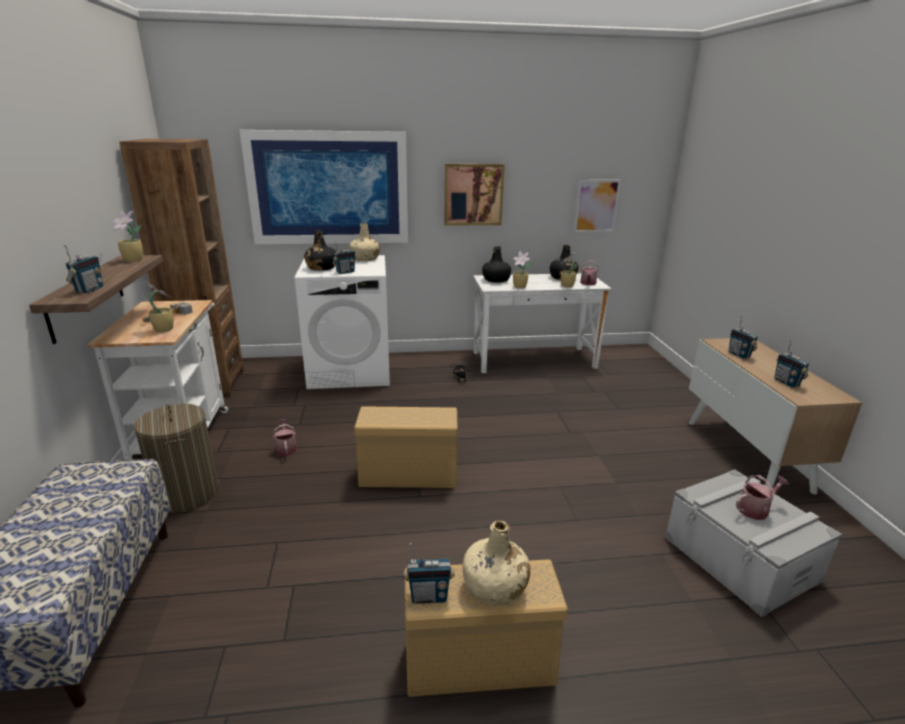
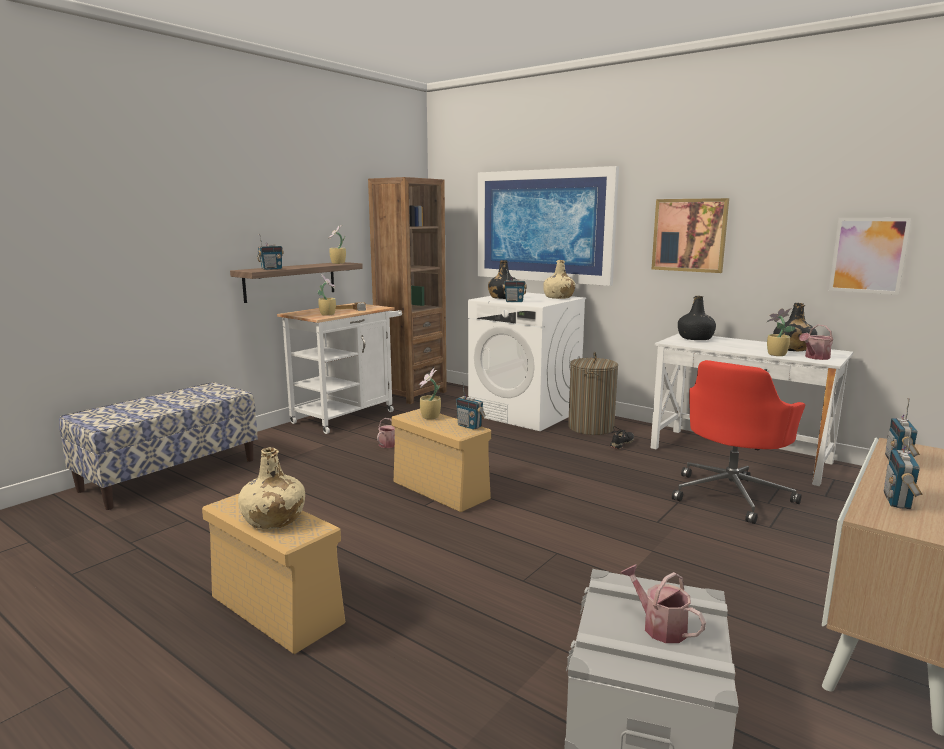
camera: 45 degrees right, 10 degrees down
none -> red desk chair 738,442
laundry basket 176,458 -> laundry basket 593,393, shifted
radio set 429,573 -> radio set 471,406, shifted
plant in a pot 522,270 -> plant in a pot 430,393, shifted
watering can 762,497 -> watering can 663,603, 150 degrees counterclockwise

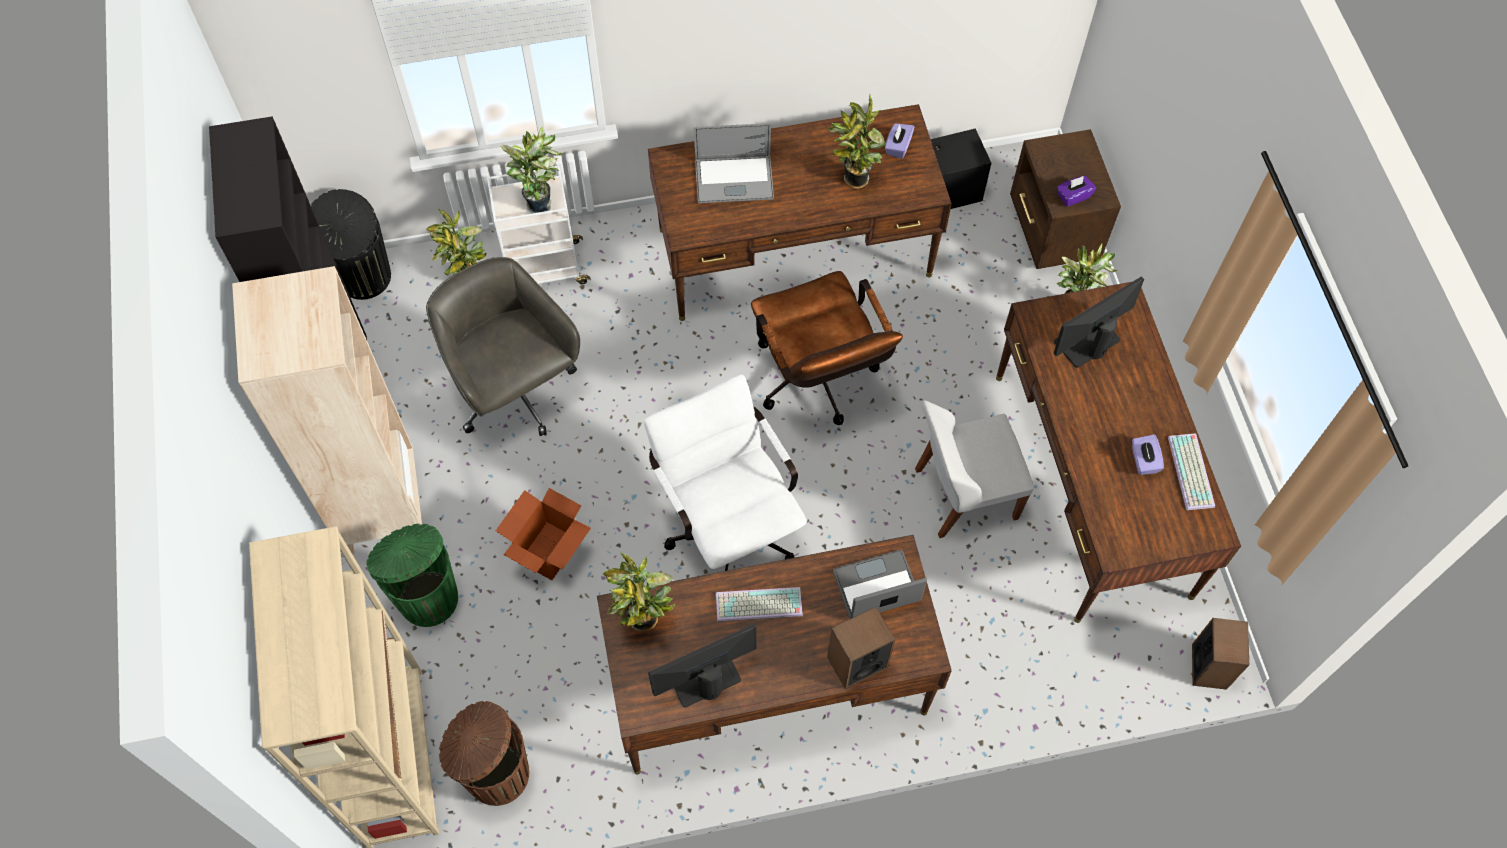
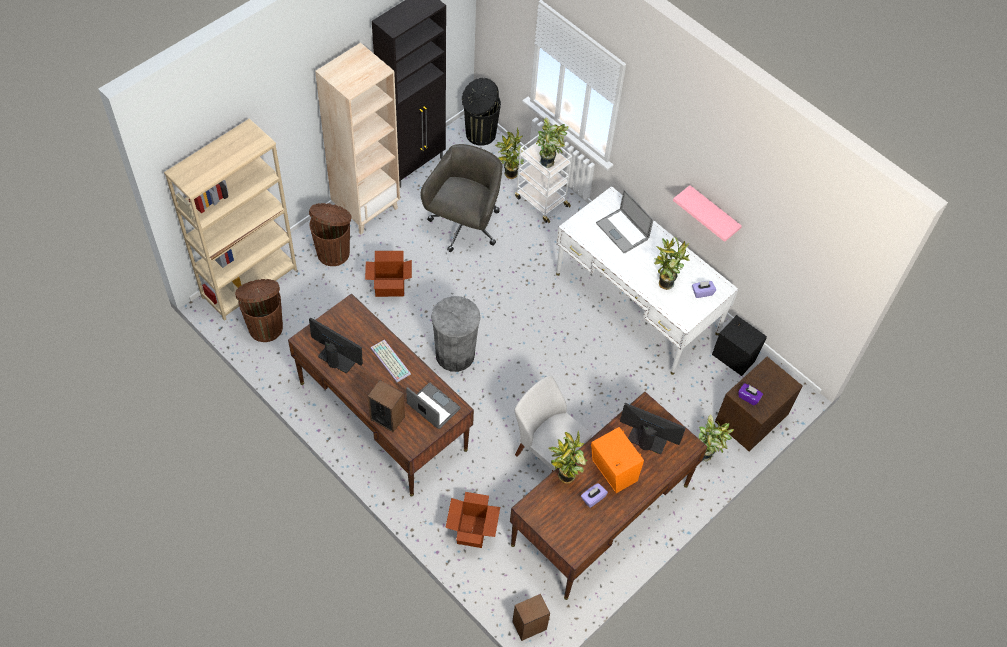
camera: 55 degrees right, 5 degrees down
brown-coloured desk chair 827,348 -> none
computer keyboard 1191,471 -> none
none -> packing box 472,520
none -> orangey audio speaker 617,460
none -> pink shelf 707,213
plant in a pot 639,592 -> plant in a pot 568,457, shifted
whitish desk chair 725,472 -> grey trash can 456,334
green trash can 412,575 -> brown-coloured trash can 330,234
brown-coloured desk unit 800,212 -> whitish desk unit 647,280

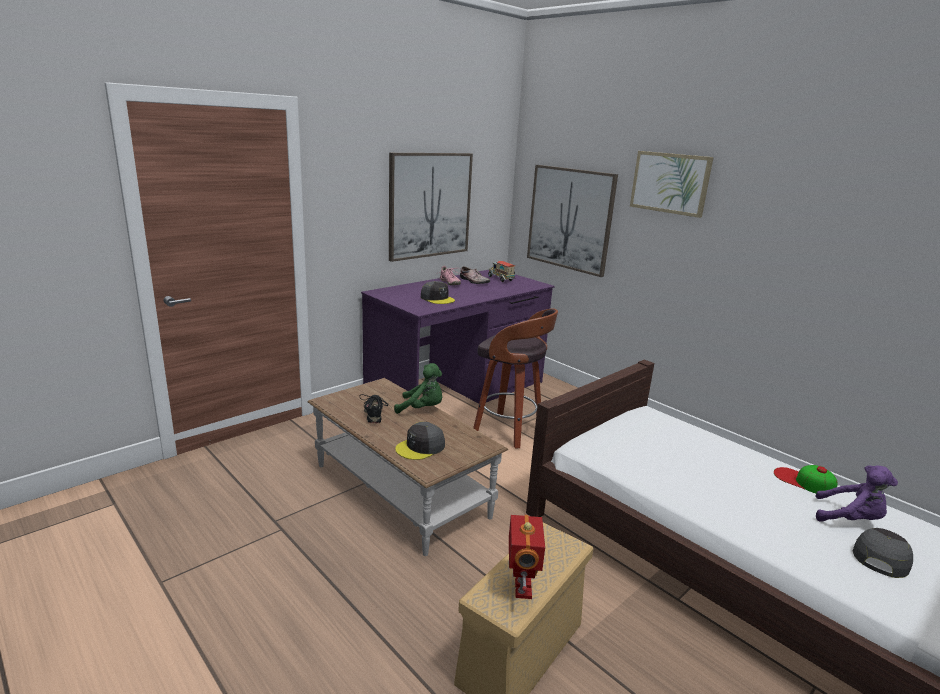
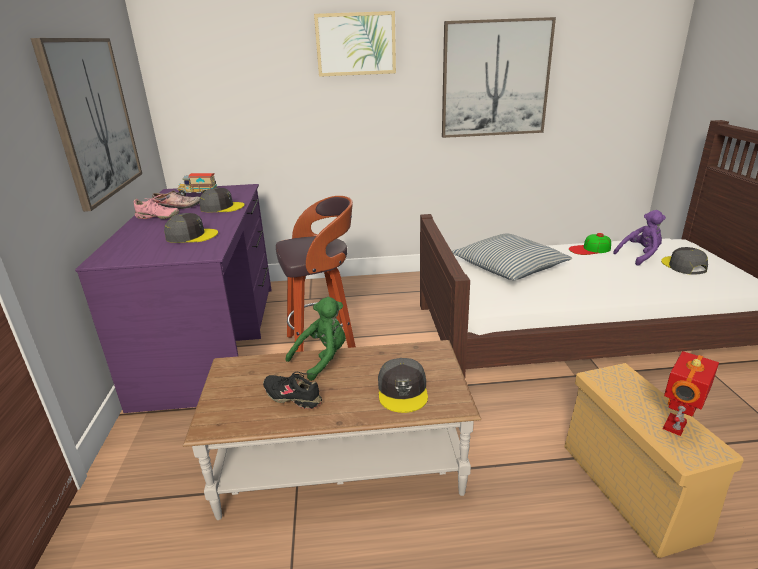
camera: 50 degrees left, 5 degrees up
none -> grey peaked cap 222,200
none -> cushion 512,257
wall art 572,221 -> wall art 499,77, shifted
robot figure 527,557 -> robot figure 691,393, 90 degrees counterclockwise

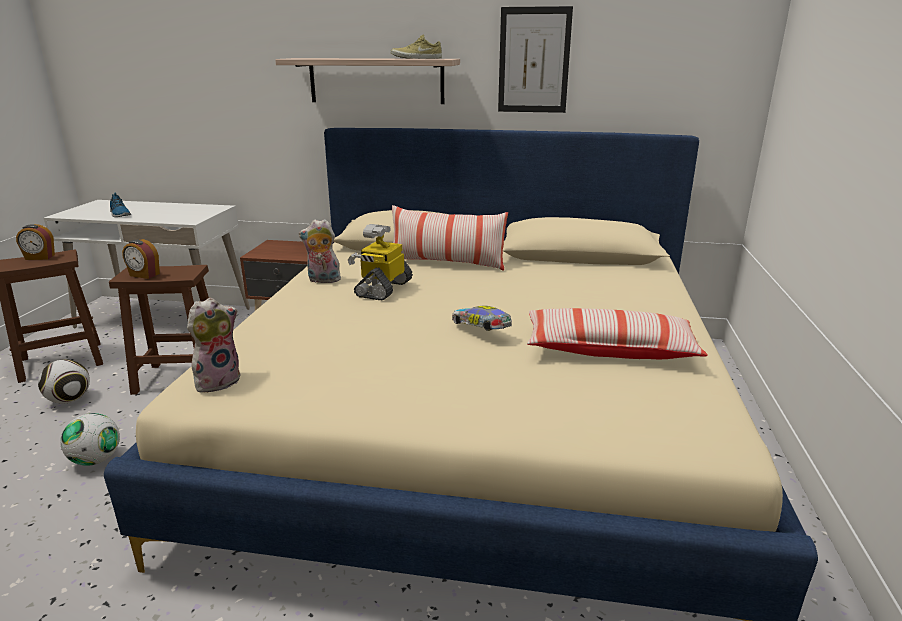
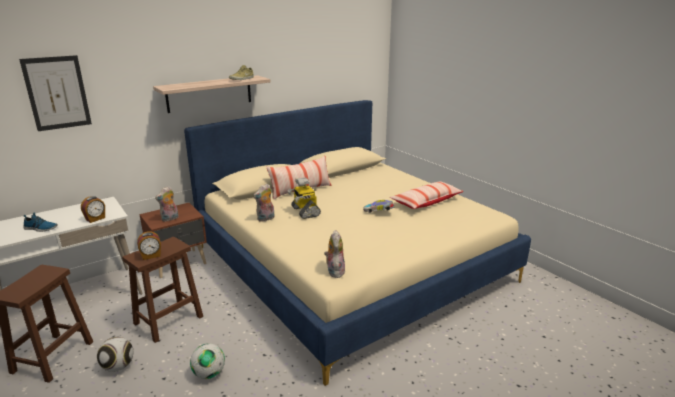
camera: 45 degrees left, 0 degrees up
none -> soft toy 166,204
alarm clock 35,242 -> alarm clock 93,209, shifted
wall art 535,59 -> wall art 55,93, shifted

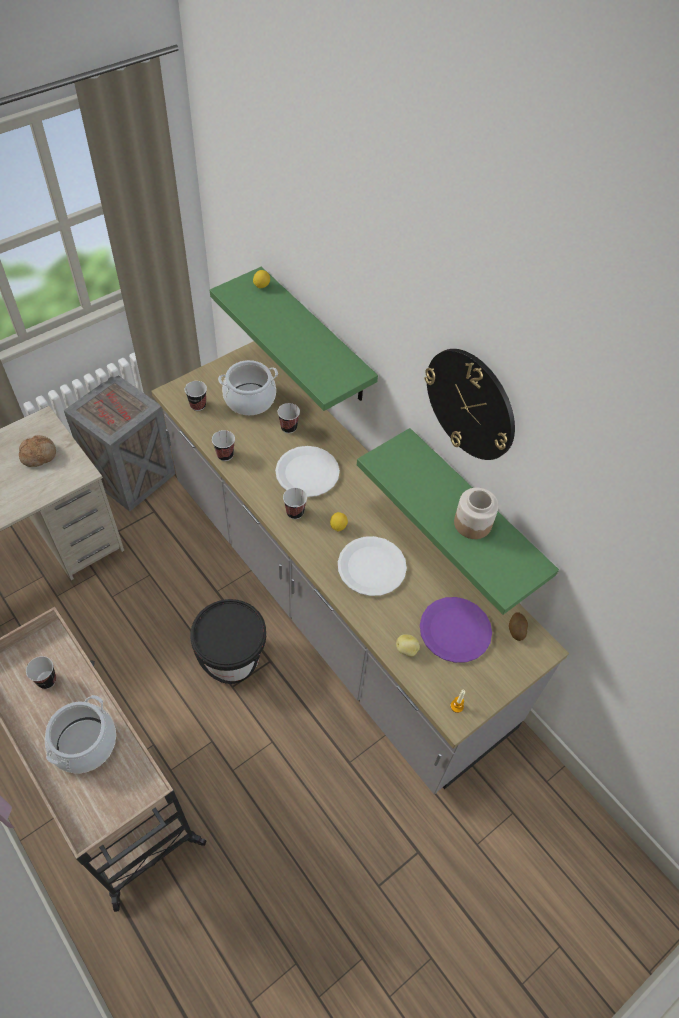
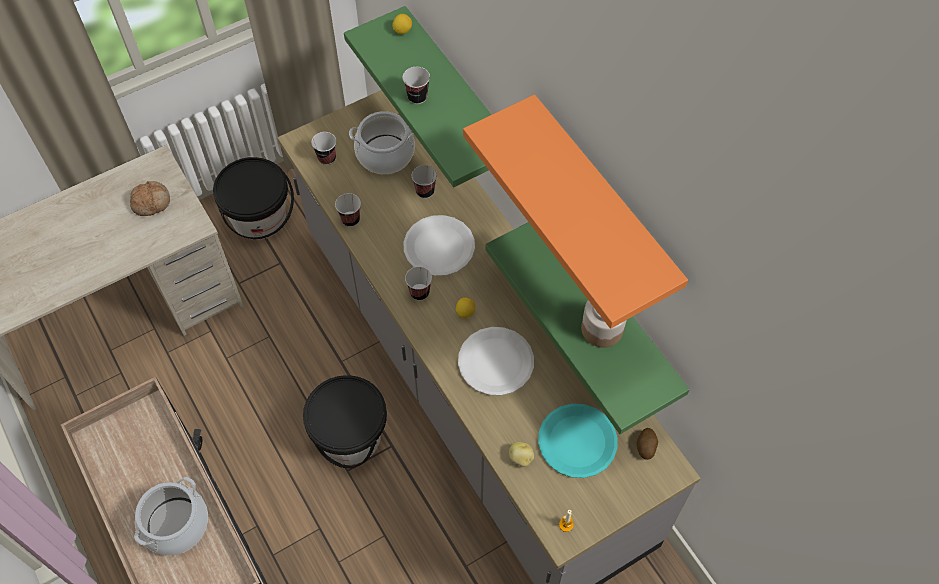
camera: 10 degrees right, 5 degrees up
cup 41,672 -> cup 416,85, shifted
packing crate 120,443 -> blackish pail 253,198
hanging clock 469,404 -> orangey shelf 575,211
purple dinner plate 456,630 -> turquoise-coloured dinner plate 578,440

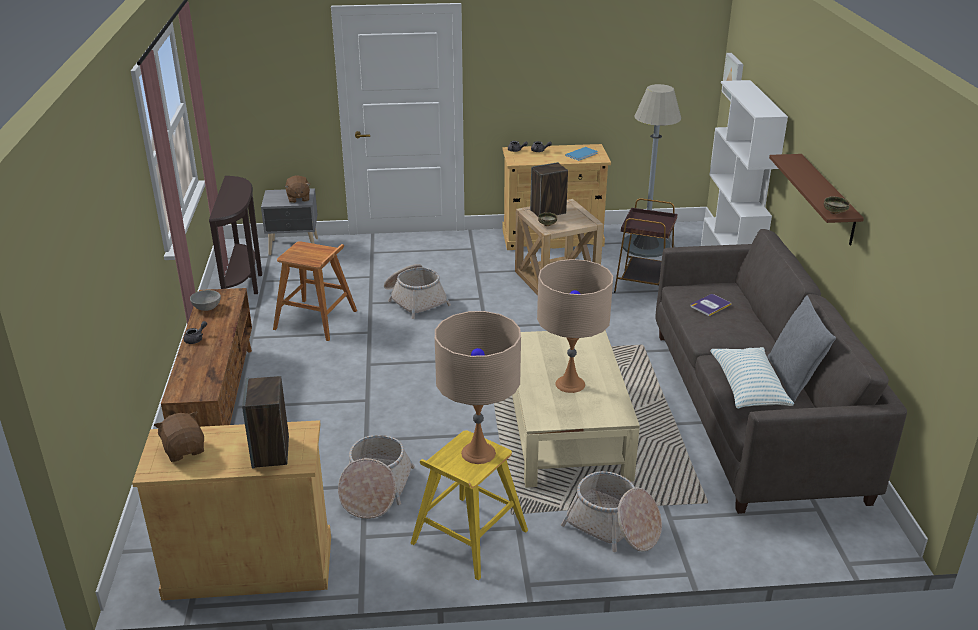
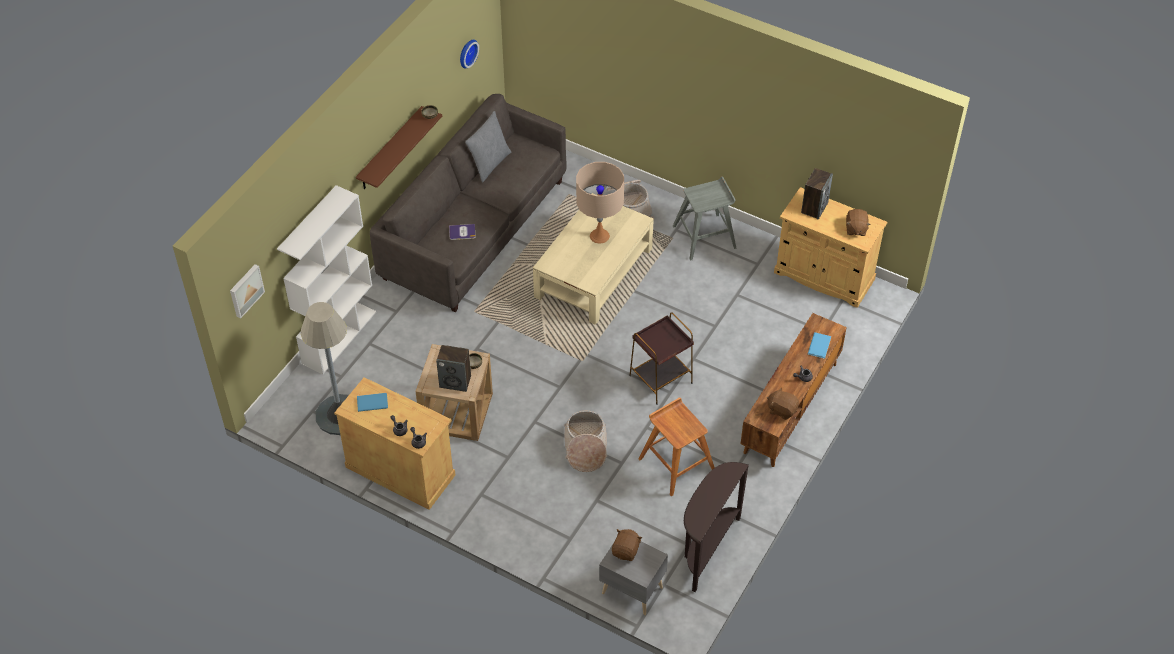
camera: 145 degrees left, 20 degrees up
storage basket 376,477 -> none
sand-coloured lamp for a table 478,387 -> none
cushion 752,378 -> none
none -> hanging clock 469,54
none -> bluish book 819,345
brown-coloured accent table 645,245 -> brown-coloured accent table 661,358, shifted
grey serving bowl 205,300 -> brown-coloured soft toy 783,404
yellow sitting stool 469,505 -> grey sitting stool 705,218

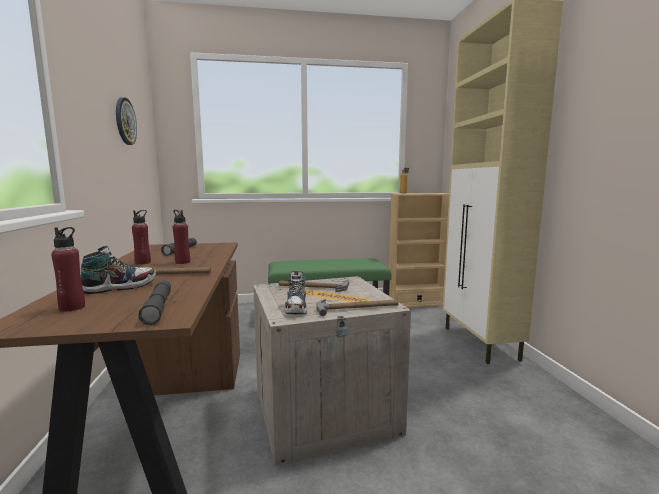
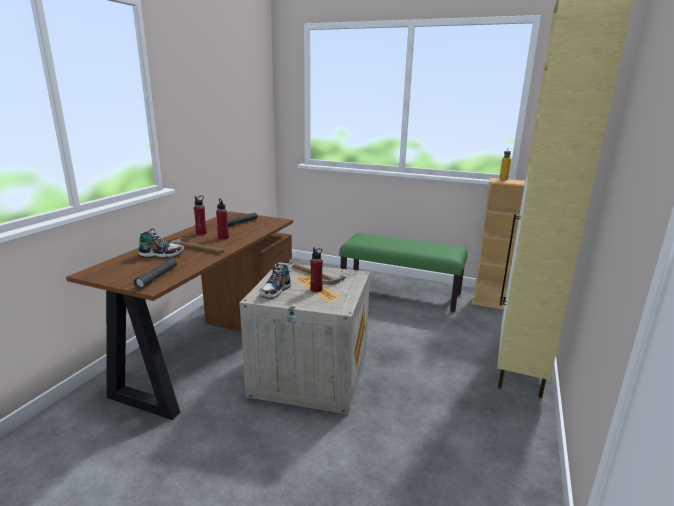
camera: 30 degrees right, 10 degrees up
hanging clock 126,121 -> none
tool hammer 357,307 -> none
red bottle 68,269 -> red bottle 316,269, shifted

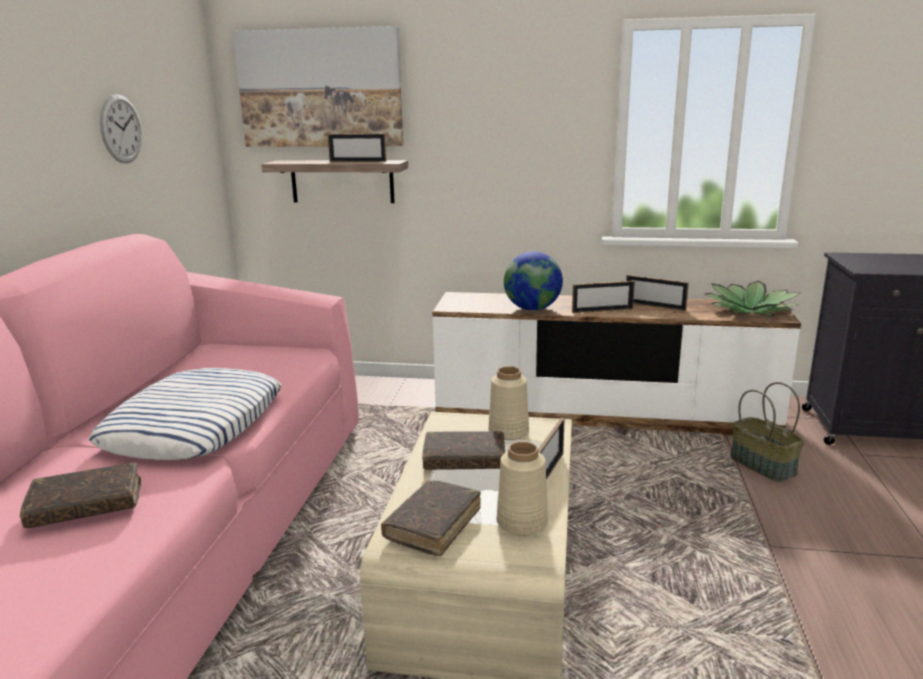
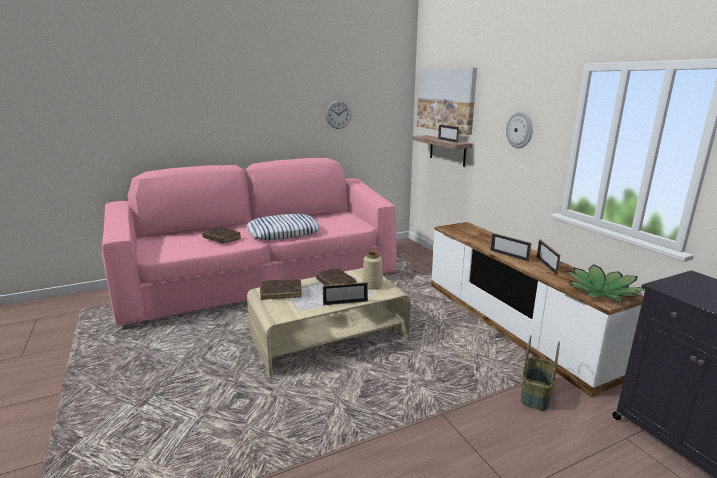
camera: 55 degrees right, 0 degrees up
sand-coloured flower vase 522,488 -> none
desk globe 533,281 -> none
none -> hanging clock 519,130

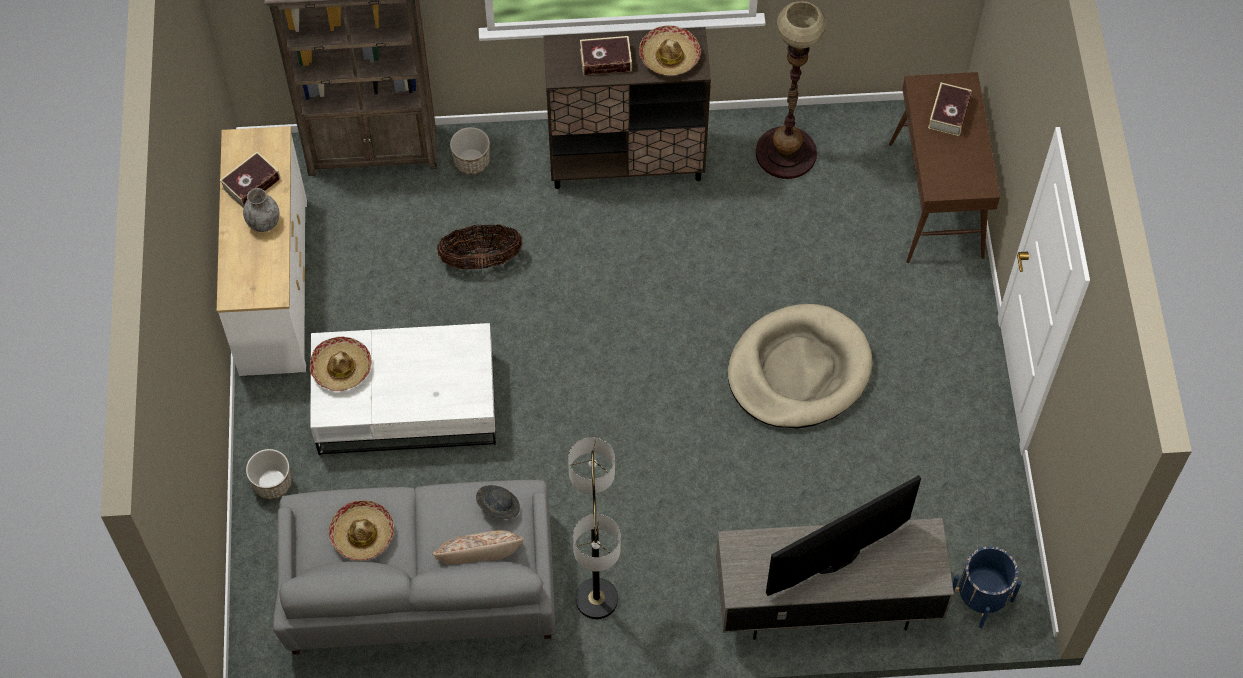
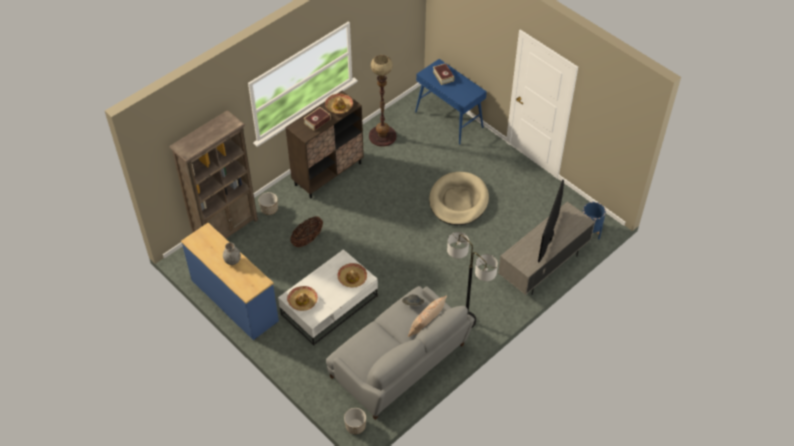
camera: 40 degrees left, 10 degrees down
book 250,179 -> none
planter 268,474 -> planter 355,421, shifted
clothing hat 361,530 -> clothing hat 352,275, shifted
whitish dresser 262,251 -> bluish dresser 230,281
brown-coloured hall table 944,167 -> bluish hall table 451,102

